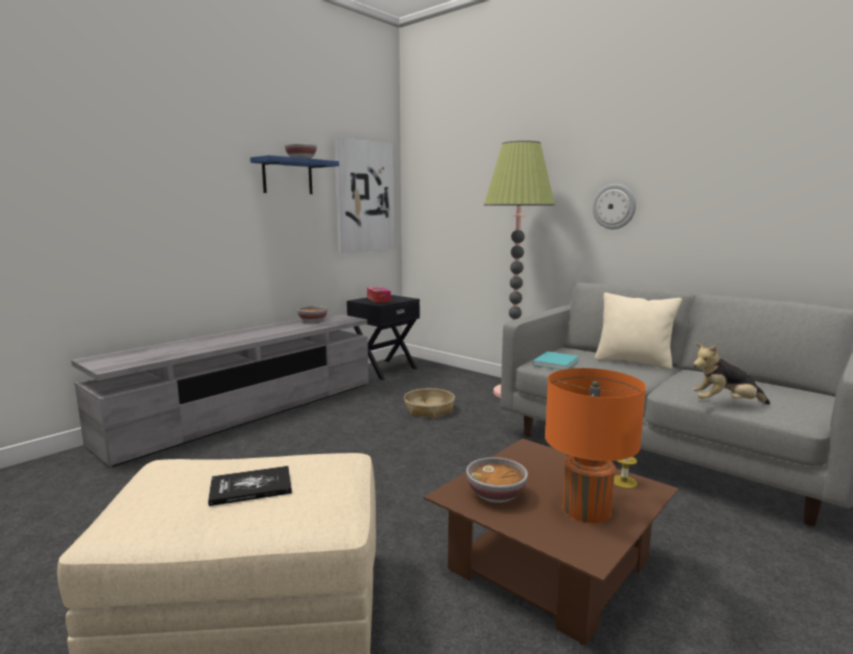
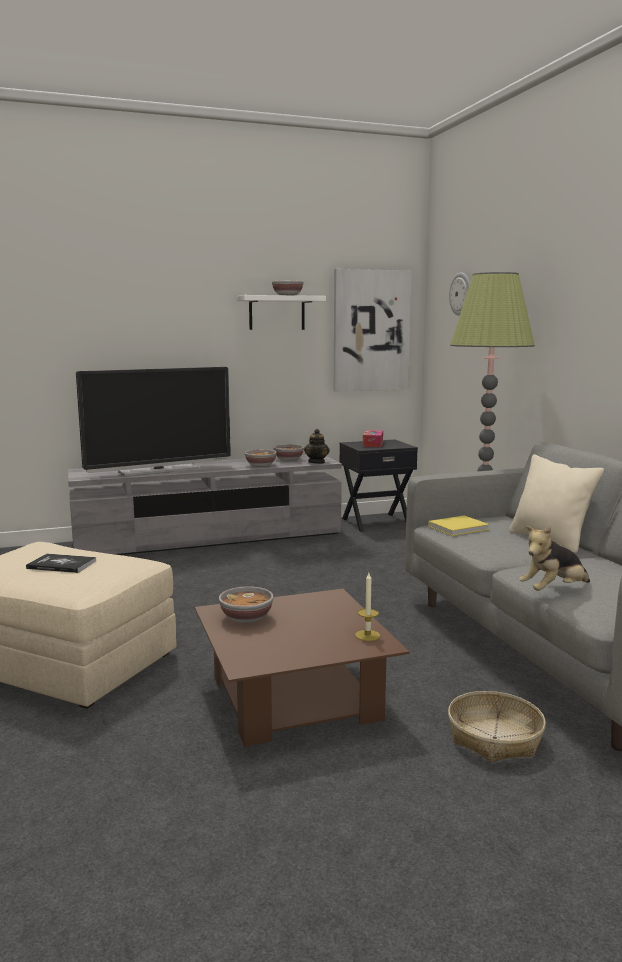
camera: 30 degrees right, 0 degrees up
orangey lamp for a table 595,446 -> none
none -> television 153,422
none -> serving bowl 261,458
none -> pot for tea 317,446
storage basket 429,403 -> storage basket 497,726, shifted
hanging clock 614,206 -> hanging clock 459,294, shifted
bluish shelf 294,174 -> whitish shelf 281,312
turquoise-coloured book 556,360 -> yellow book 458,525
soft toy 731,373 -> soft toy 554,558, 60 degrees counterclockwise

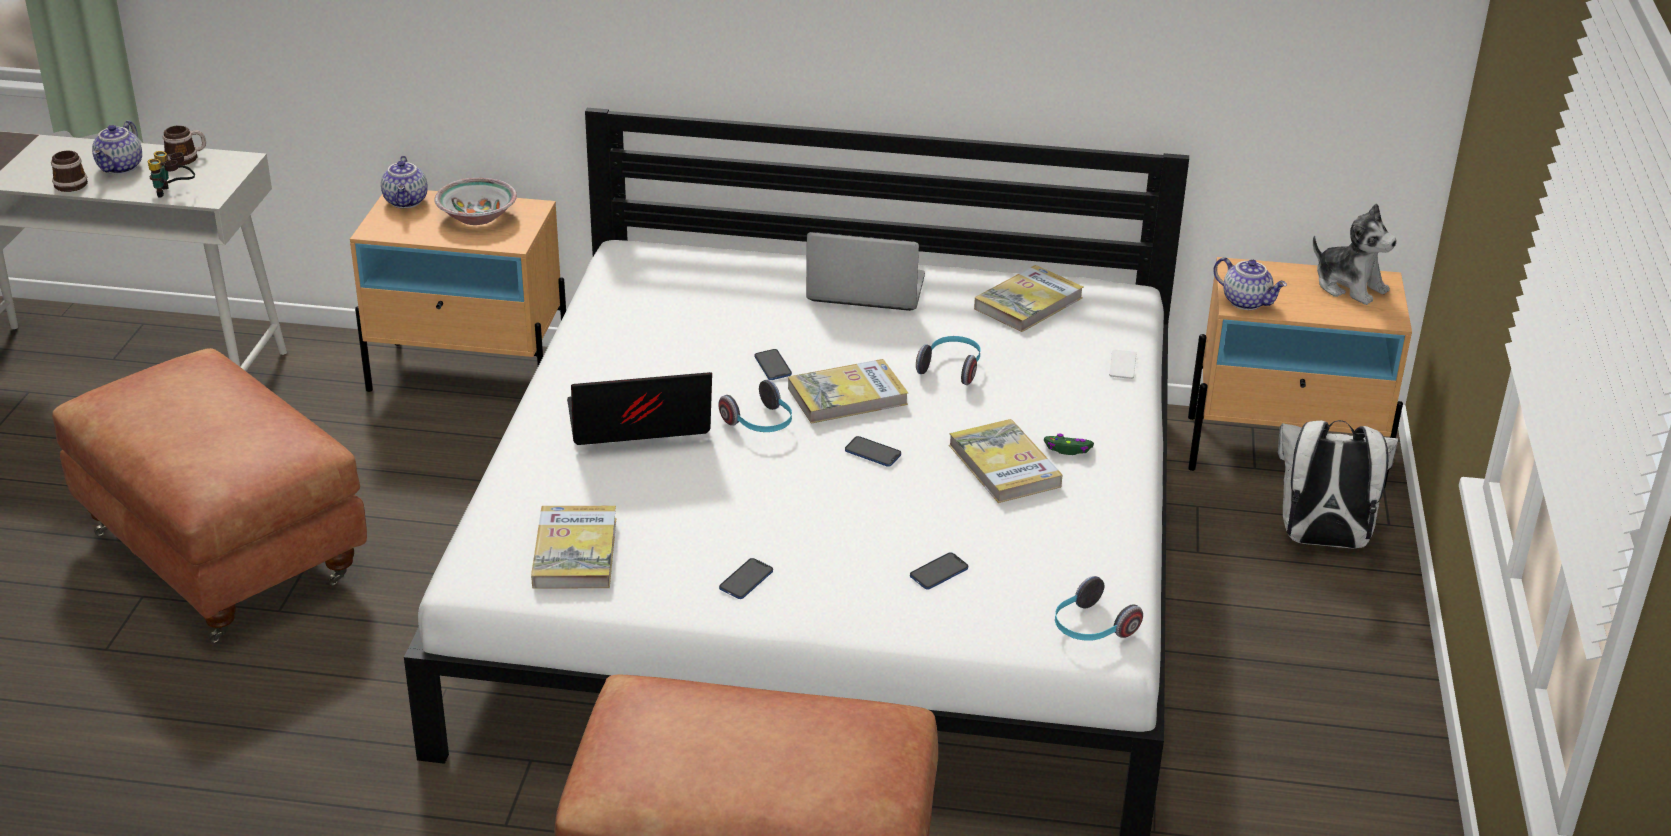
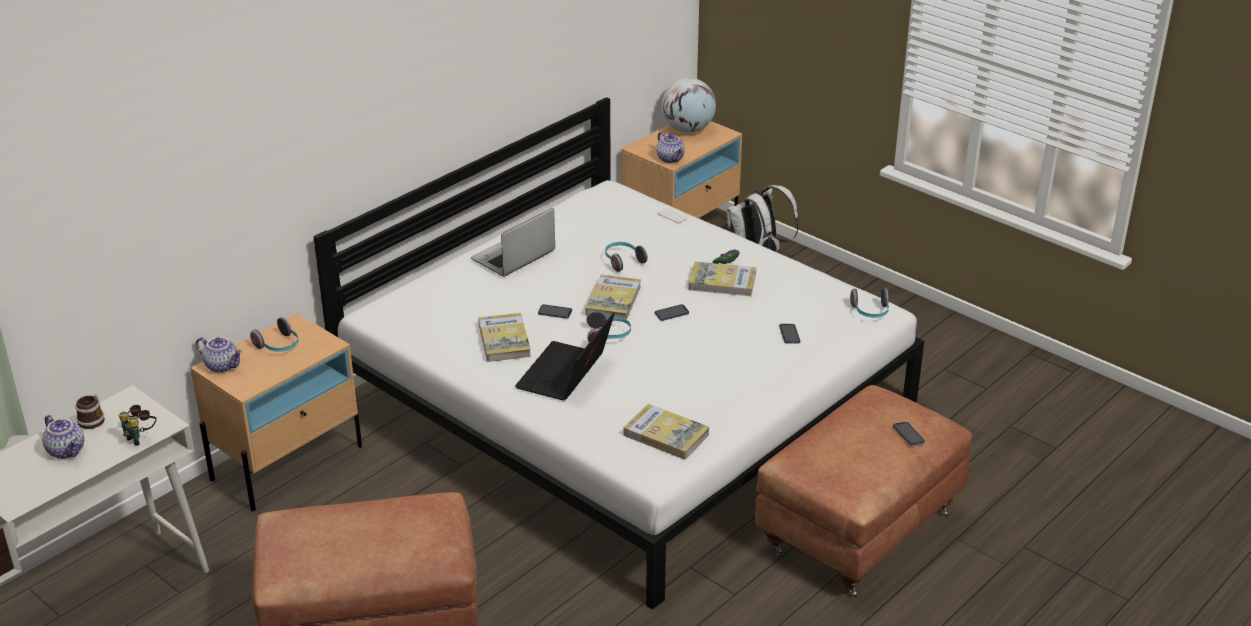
camera: 55 degrees left, 0 degrees up
tea mug 69,171 -> none
phone 746,578 -> phone 909,434, shifted
book 1028,298 -> book 504,337, shifted
serving bowl 475,201 -> pair of headphones 274,334
soft toy 1355,254 -> desk globe 689,105
pot for tea 1250,283 -> pot for tea 670,147, 75 degrees clockwise

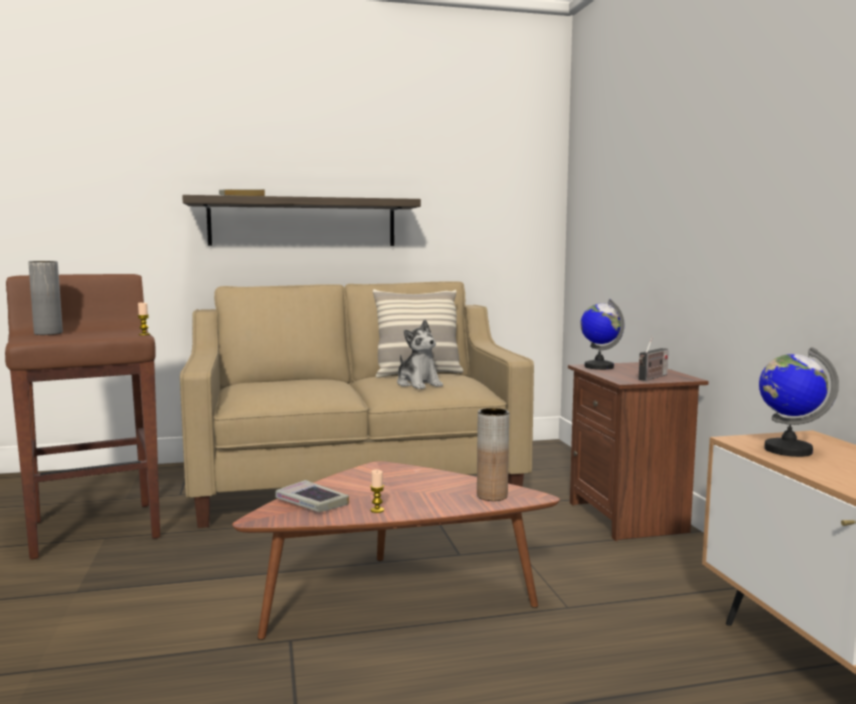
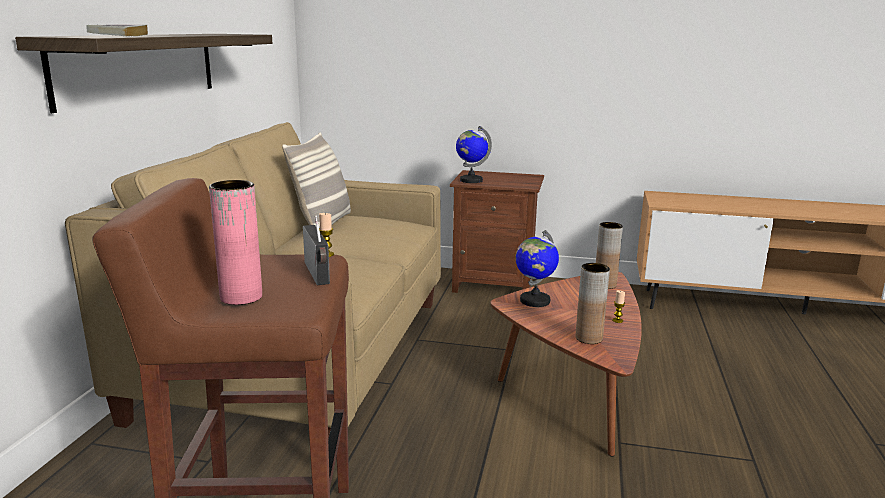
camera: 65 degrees left, 10 degrees up
soft toy 420,354 -> none
radio set 653,359 -> radio set 316,250, shifted
desk globe 799,402 -> desk globe 537,268, shifted
book 312,496 -> brown-coloured flower vase 592,303
grey flower vase 45,298 -> pink flower vase 235,242

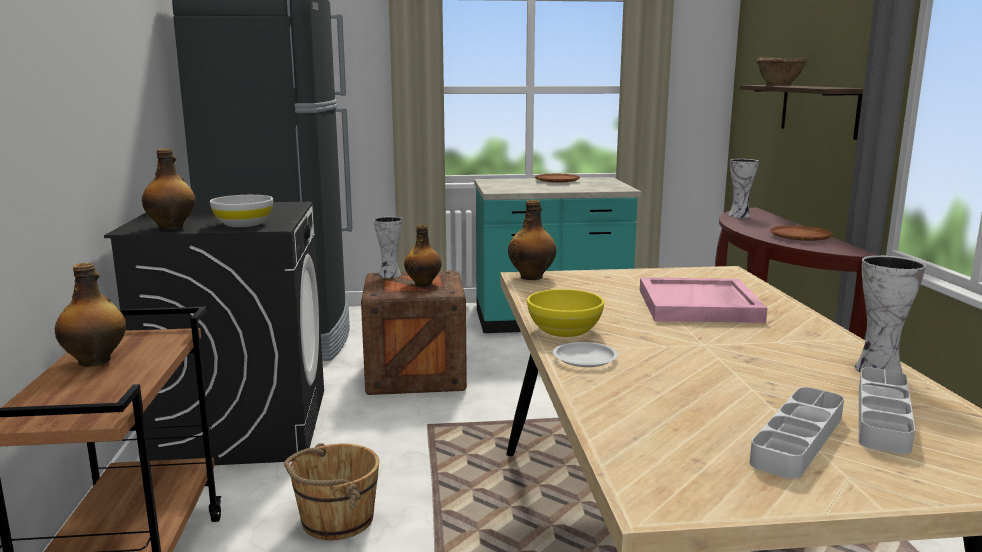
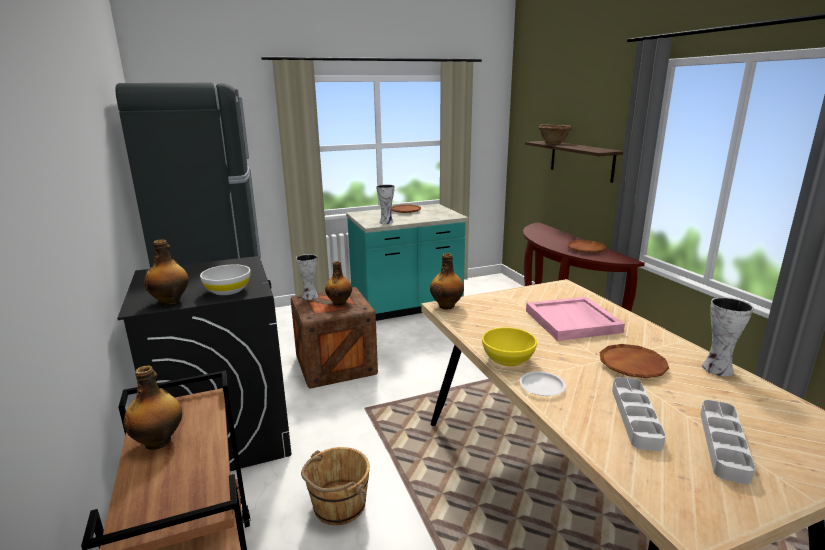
camera: 15 degrees left, 5 degrees up
none -> brown-coloured dinner plate 634,361
flower vase 744,188 -> flower vase 385,204, shifted
grey tray 887,410 -> grey tray 639,414, shifted

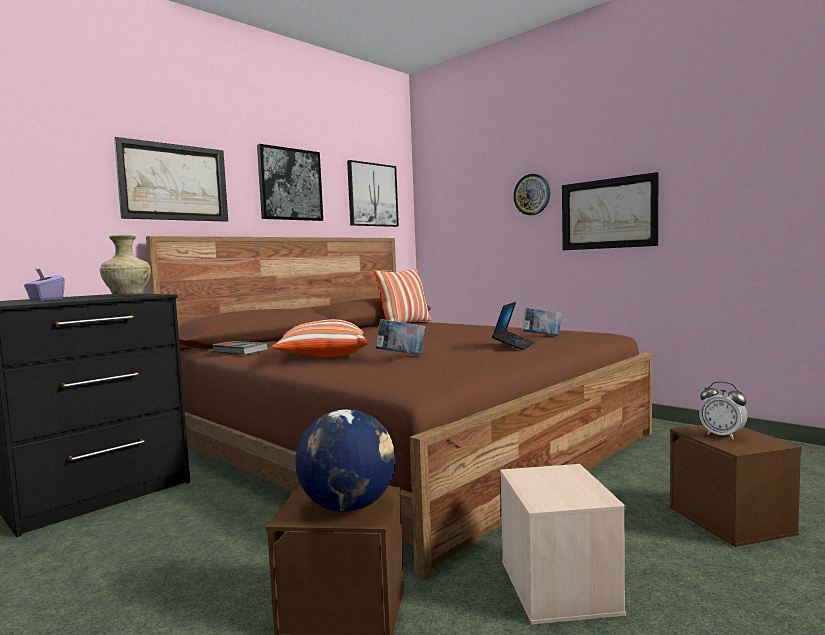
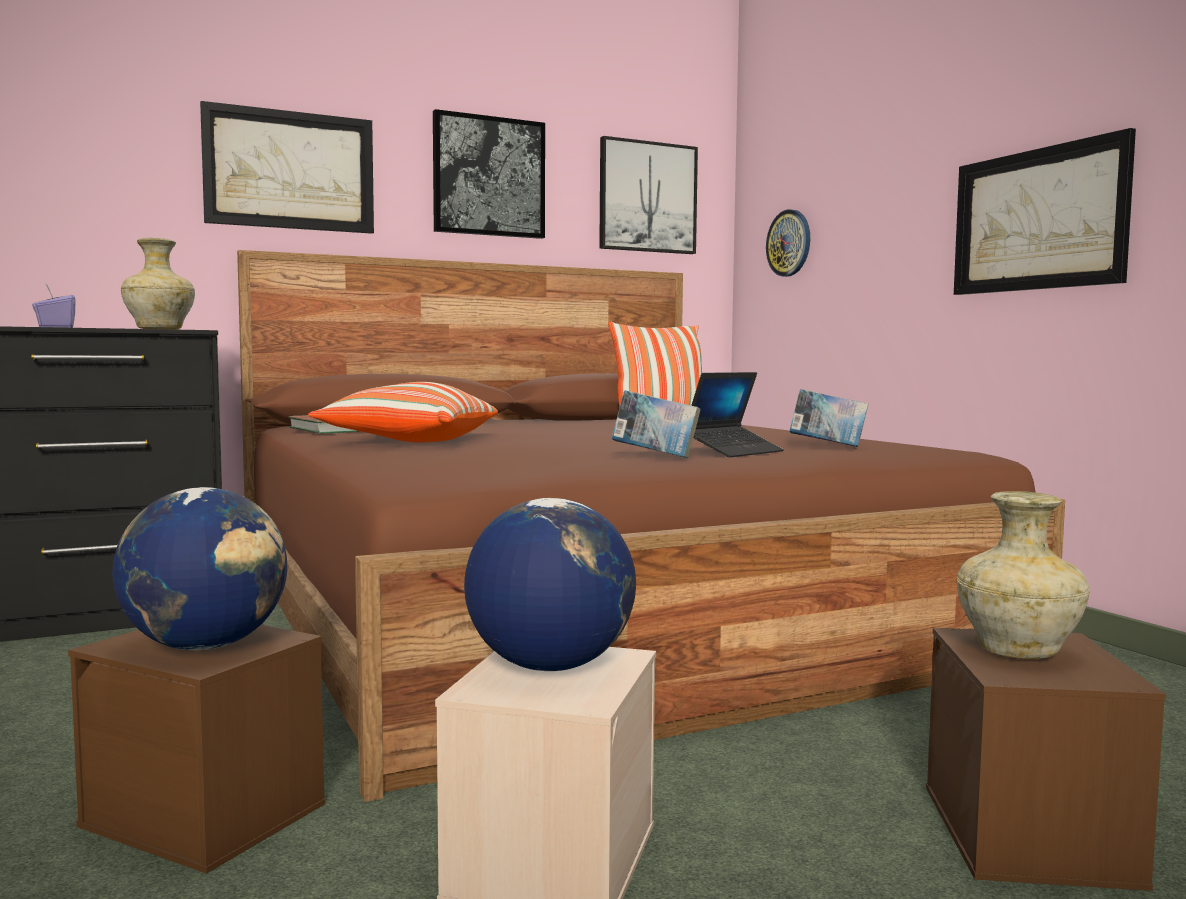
camera: 20 degrees right, 0 degrees up
none -> desk globe 550,584
book 400,337 -> book 656,424, shifted
hanging clock 531,194 -> hanging clock 788,243, shifted
alarm clock 723,410 -> sand-coloured flower vase 1023,575

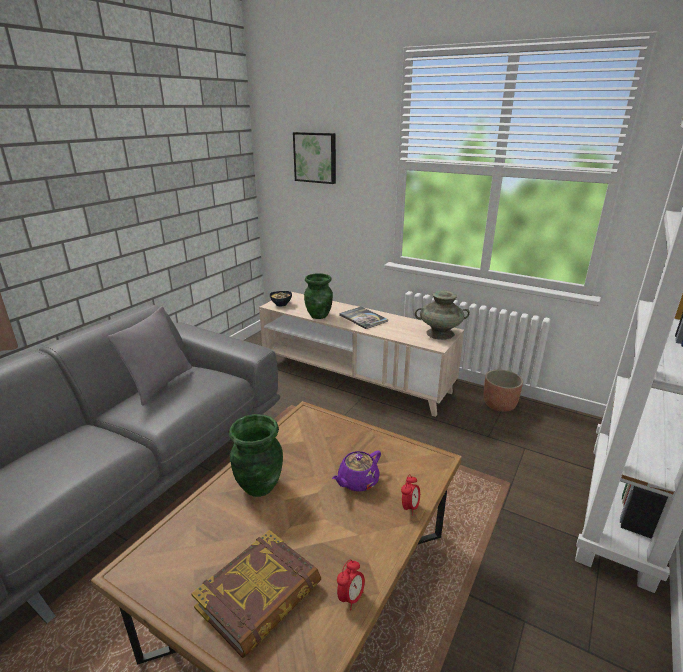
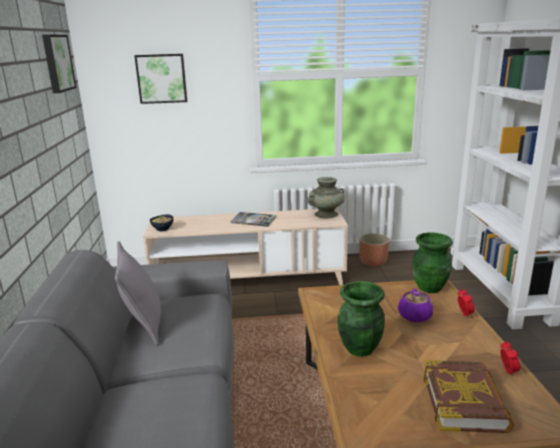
camera: 35 degrees left, 5 degrees down
none -> wall art 59,63
green flower vase 318,296 -> green flower vase 432,262, shifted

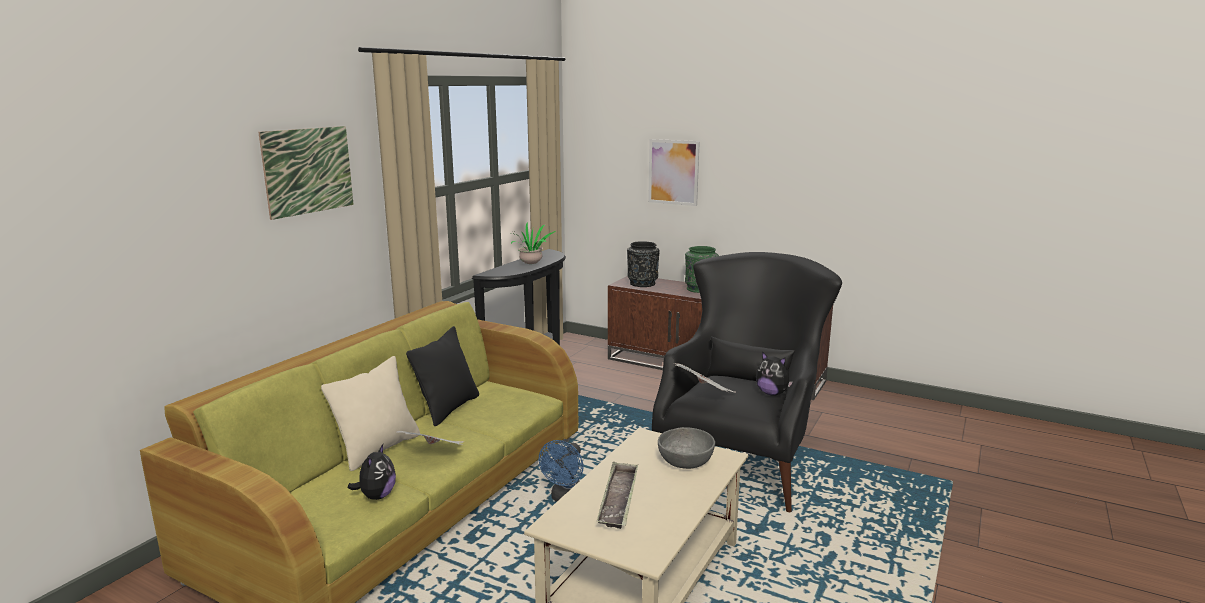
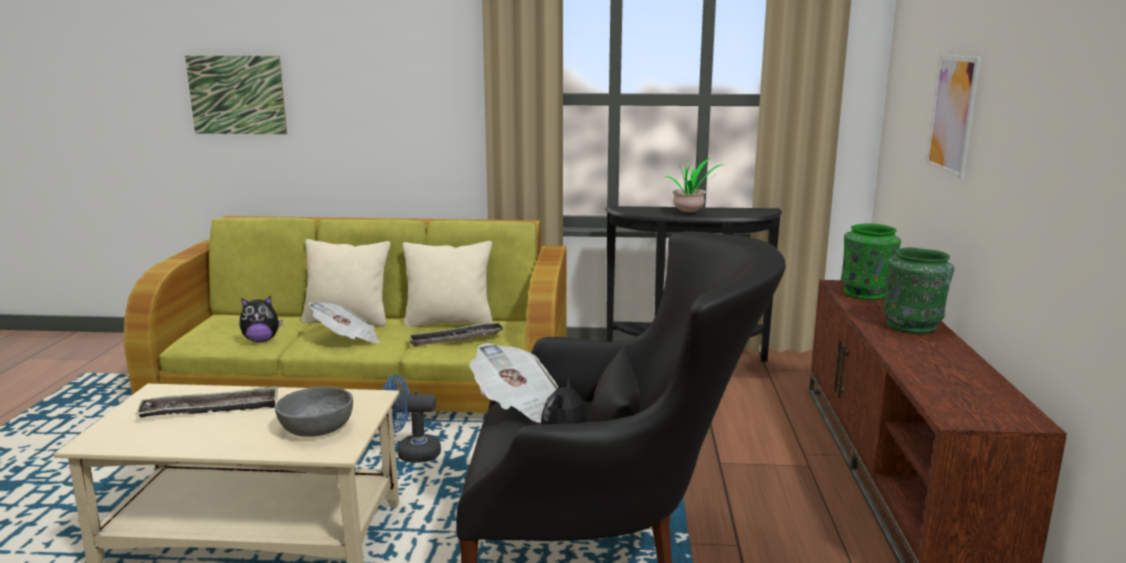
camera: 65 degrees right, 0 degrees up
none -> tray 455,334
wall art 306,173 -> wall art 236,95, shifted
blackish cushion 442,376 -> sand-coloured cushion 448,284
blackish flower vase 643,264 -> green flower vase 871,261

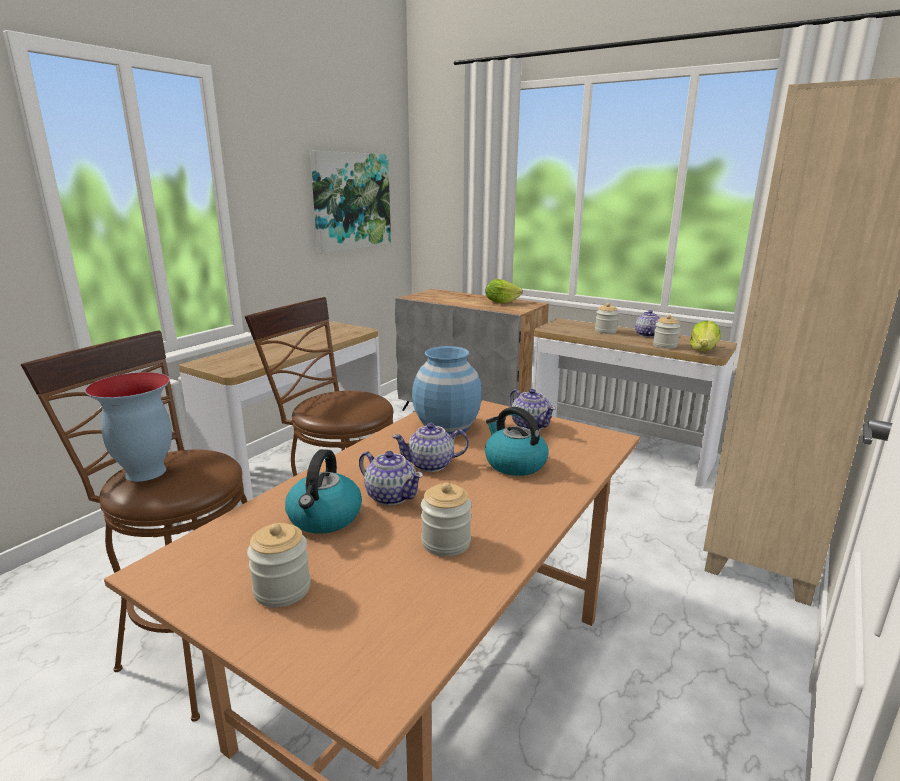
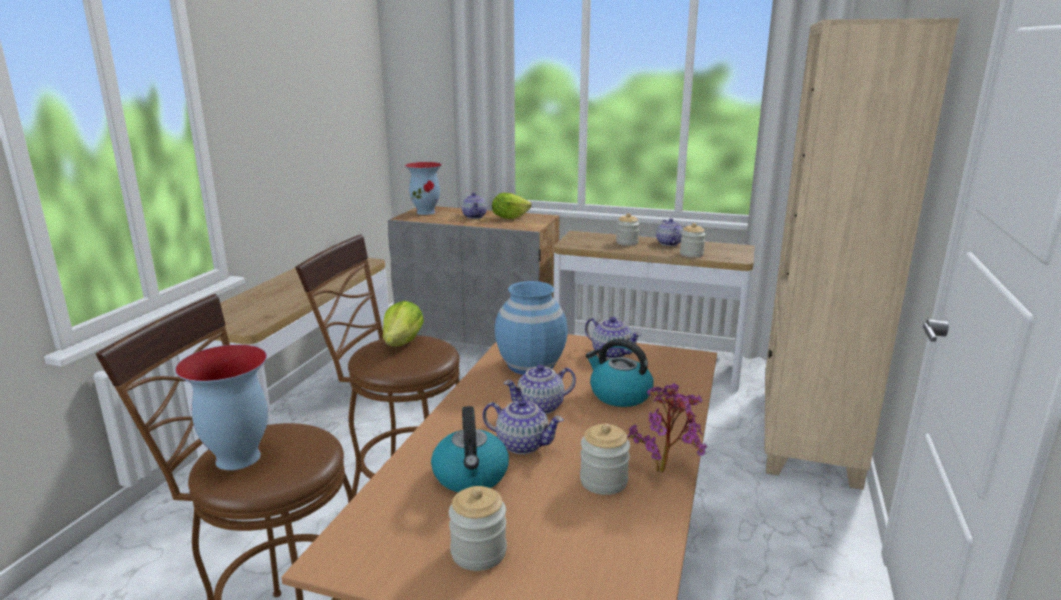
camera: 15 degrees left, 0 degrees up
wall art 350,202 -> none
none -> flower vase 423,188
none -> pot for tea 474,206
none -> plant in a pot 667,427
head of lettuce 705,335 -> head of lettuce 403,323, shifted

